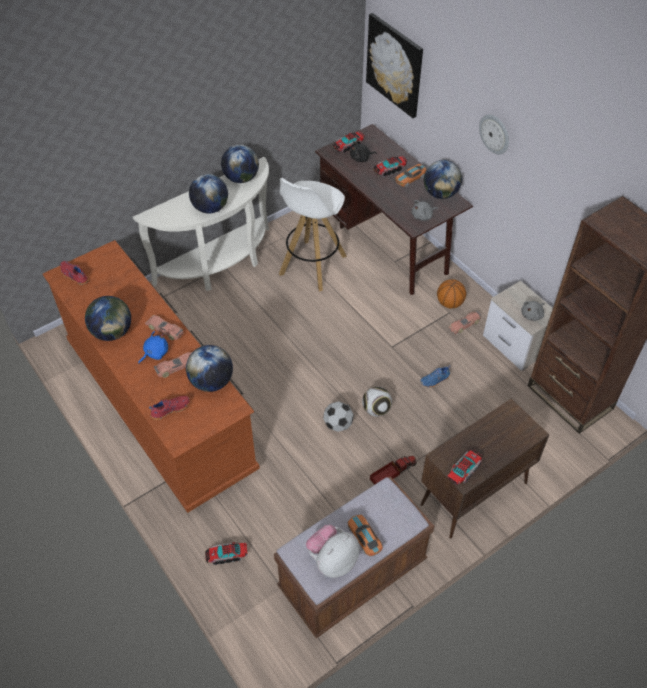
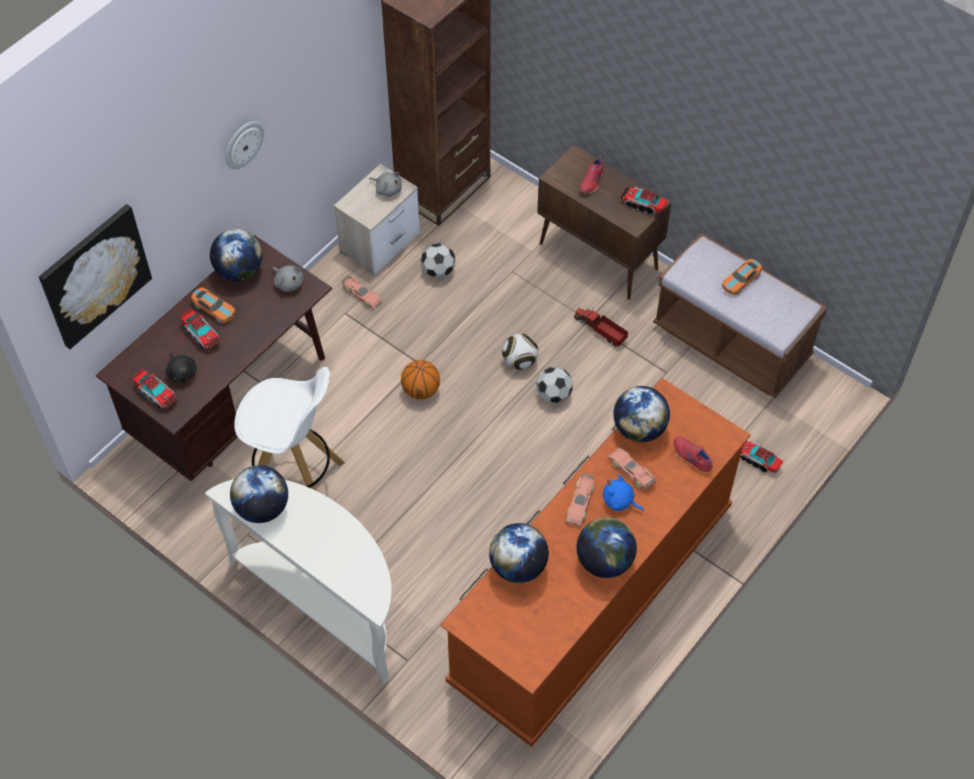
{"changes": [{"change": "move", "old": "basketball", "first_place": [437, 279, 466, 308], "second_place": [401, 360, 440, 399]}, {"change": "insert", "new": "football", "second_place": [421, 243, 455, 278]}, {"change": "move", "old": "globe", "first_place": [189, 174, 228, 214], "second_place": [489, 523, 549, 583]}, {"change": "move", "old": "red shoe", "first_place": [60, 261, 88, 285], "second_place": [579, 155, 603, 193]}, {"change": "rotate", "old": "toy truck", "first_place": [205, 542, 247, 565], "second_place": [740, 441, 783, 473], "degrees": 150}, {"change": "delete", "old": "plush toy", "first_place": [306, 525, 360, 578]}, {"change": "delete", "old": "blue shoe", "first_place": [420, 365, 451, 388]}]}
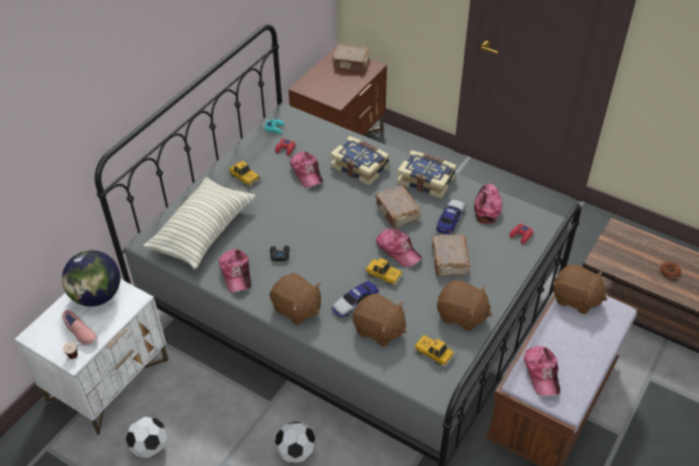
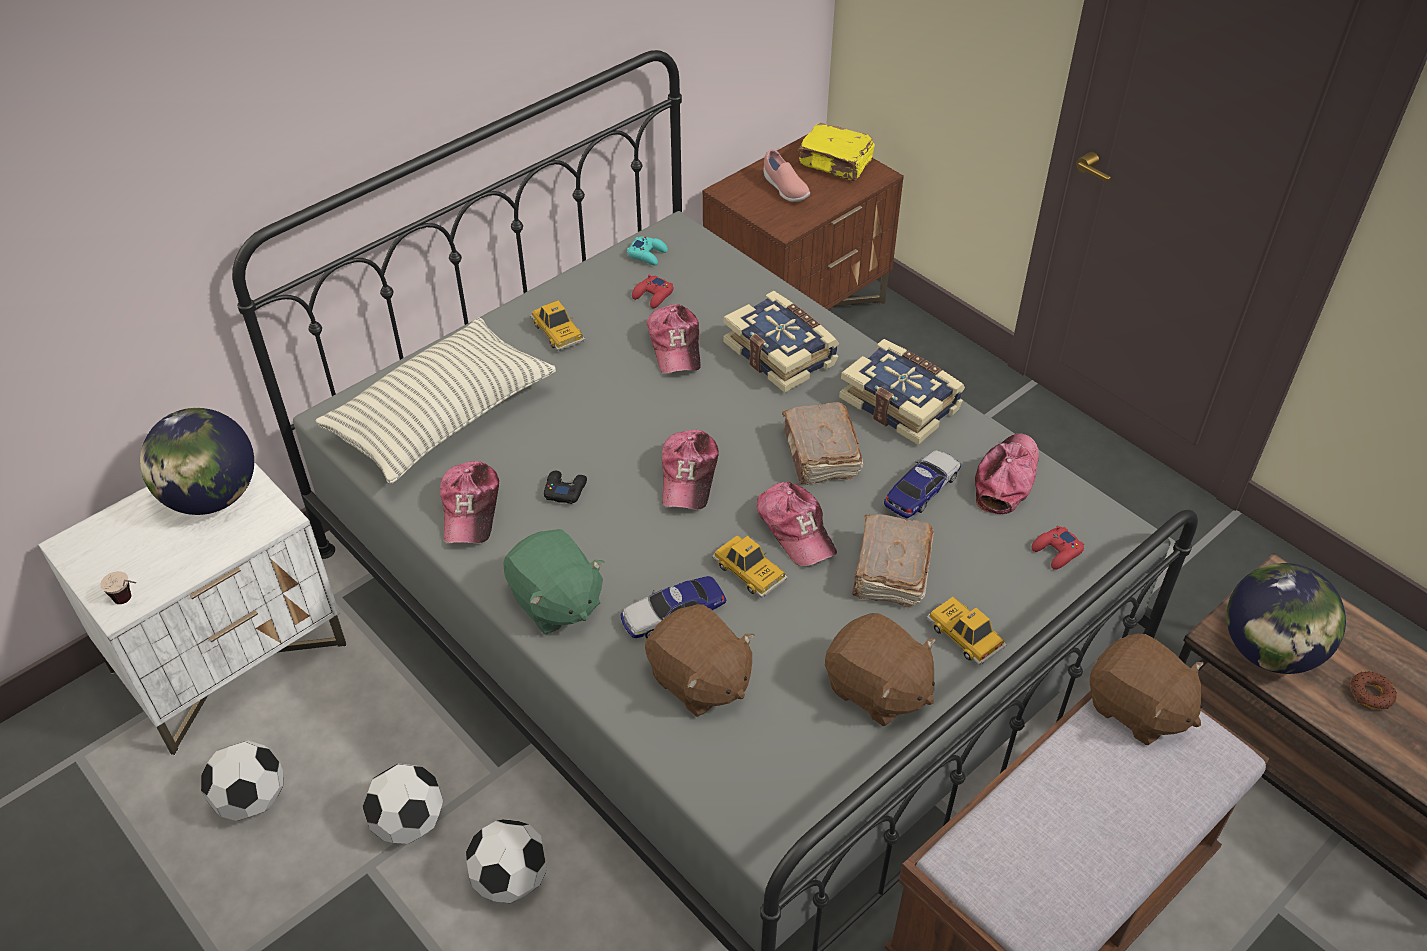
{"changes": [{"change": "insert", "new": "football", "second_place": [362, 764, 443, 844]}, {"change": "recolor", "old": "brown plush toy", "new": "green plush toy", "first_place": [270, 273, 321, 325], "second_place": [503, 529, 604, 635]}, {"change": "move", "old": "cap", "first_place": [524, 346, 560, 396], "second_place": [662, 430, 719, 510]}, {"change": "move", "old": "pink shoe", "first_place": [62, 310, 98, 346], "second_place": [764, 149, 810, 202]}, {"change": "recolor", "old": "brown book", "new": "yellow book", "first_place": [332, 44, 369, 72], "second_place": [798, 123, 875, 181]}, {"change": "move", "old": "toy car", "first_place": [413, 335, 455, 367], "second_place": [926, 597, 1006, 665]}, {"change": "insert", "new": "globe", "second_place": [1227, 563, 1346, 674]}]}
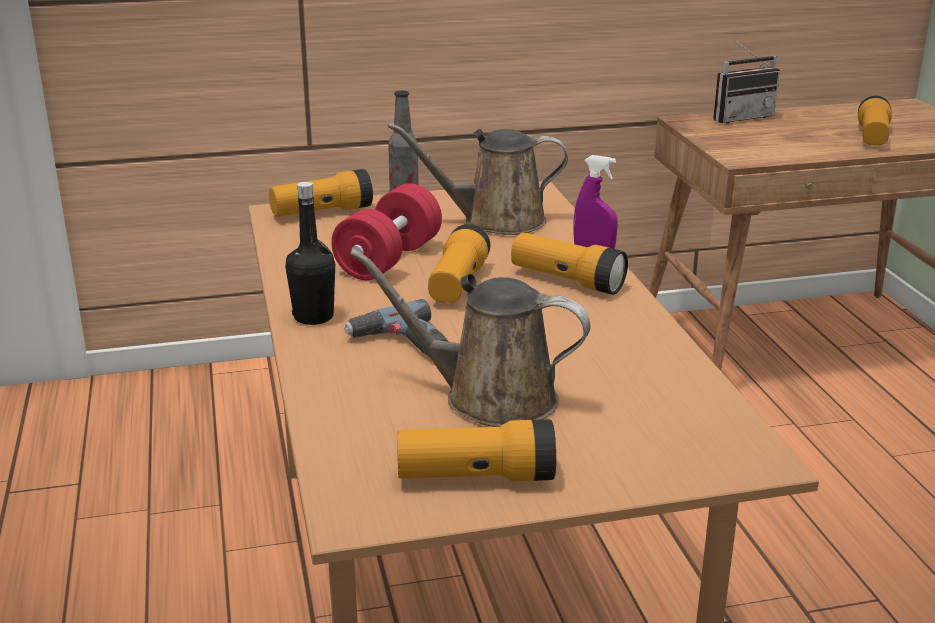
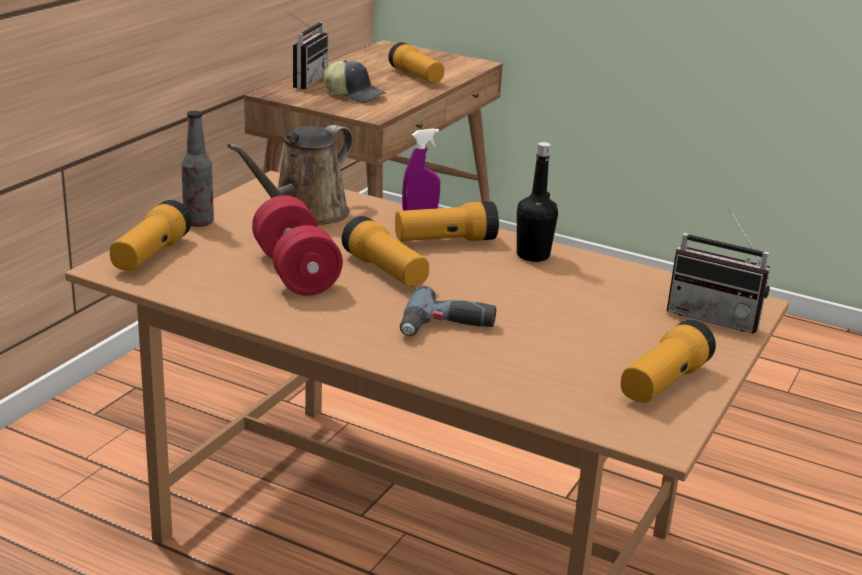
{"changes": [{"change": "insert", "new": "cap", "second_place": [324, 60, 386, 103]}, {"change": "move", "old": "black bottle", "first_place": [285, 182, 335, 325], "second_place": [517, 142, 558, 262]}, {"change": "insert", "new": "radio", "second_place": [667, 208, 770, 334]}, {"change": "delete", "old": "brown watering can", "first_place": [350, 249, 591, 427]}]}
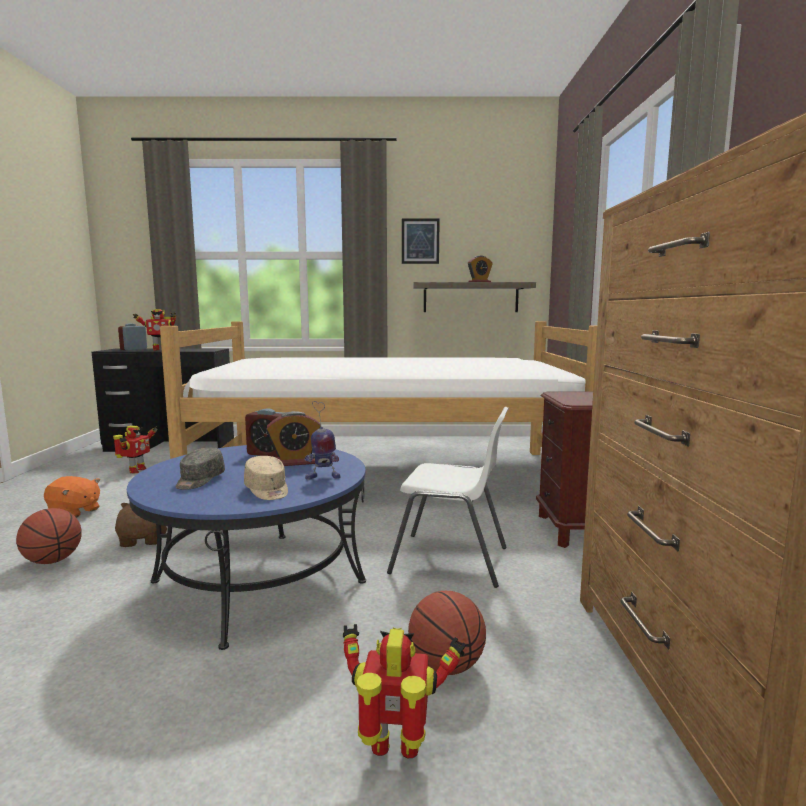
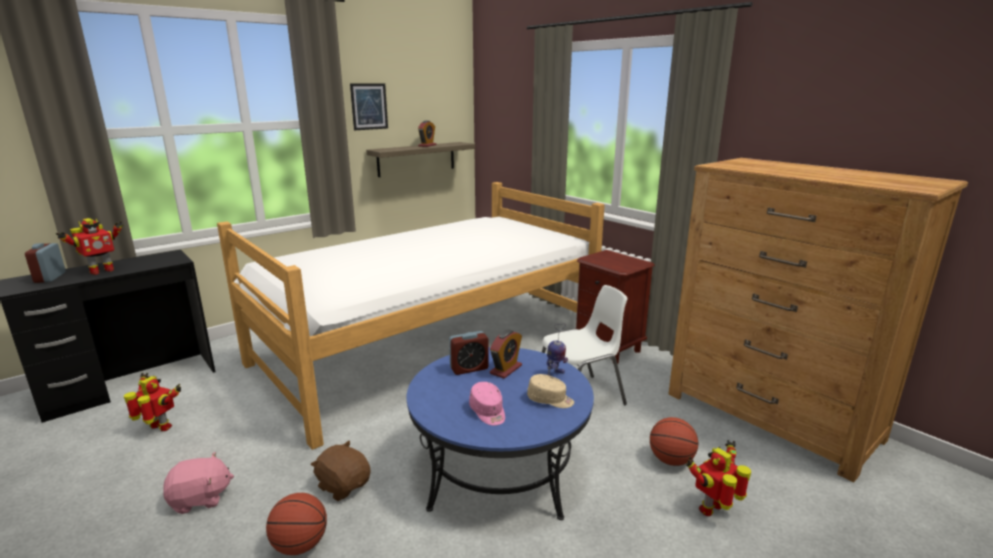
{"changes": [{"change": "rotate", "old": "toy robot", "first_place": [113, 426, 157, 473], "second_place": [124, 373, 181, 431], "degrees": -45}, {"change": "recolor", "old": "orange plush toy", "new": "pink plush toy", "first_place": [44, 476, 100, 518], "second_place": [163, 452, 234, 514]}, {"change": "recolor", "old": "grey cap", "new": "pink cap", "first_place": [175, 447, 225, 490], "second_place": [469, 382, 505, 426]}]}
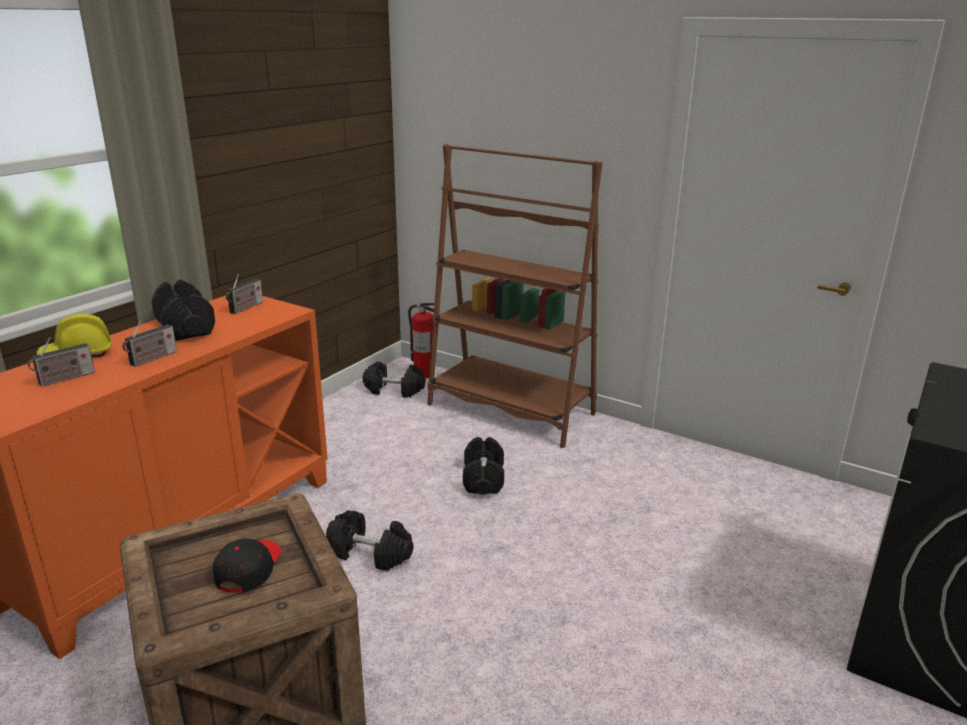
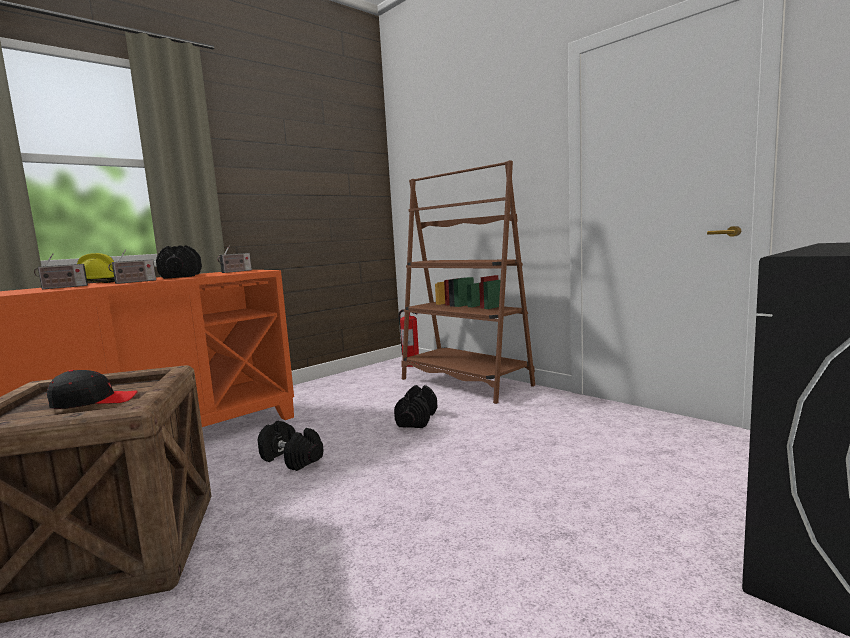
{"changes": [{"change": "rotate", "old": "black cap", "first_place": [213, 538, 281, 593], "second_place": [47, 370, 138, 409], "degrees": 45}, {"change": "delete", "old": "black dumbbell", "first_place": [363, 361, 425, 398]}]}
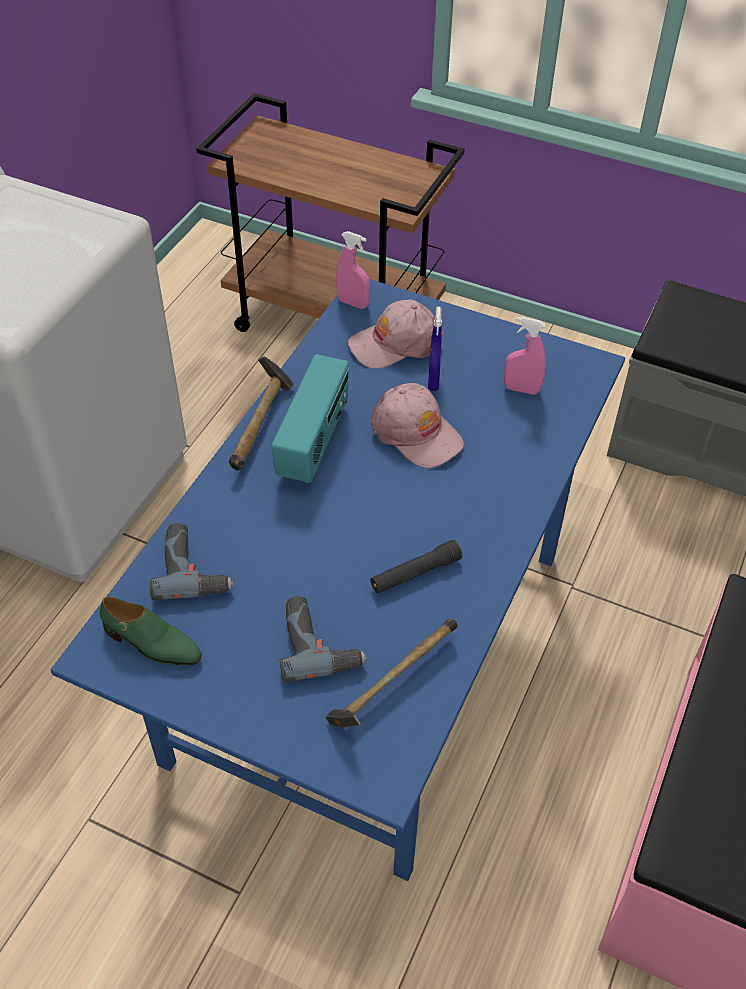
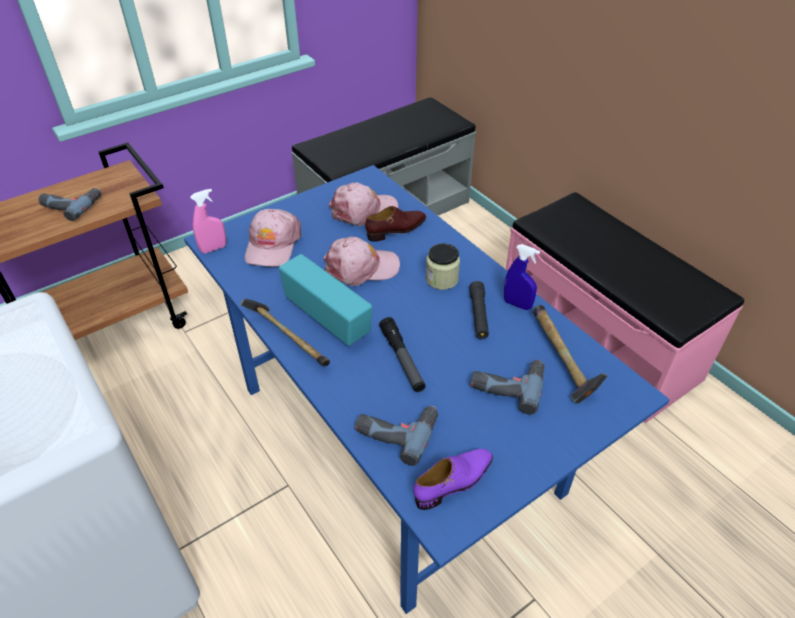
{"changes": [{"change": "insert", "new": "power drill", "second_place": [38, 188, 101, 221]}, {"change": "replace", "old": "pink spray bottle", "new": "pink cap", "first_place": [504, 317, 546, 395], "second_place": [329, 182, 398, 226]}, {"change": "insert", "new": "brown shoe", "second_place": [365, 206, 426, 242]}, {"change": "insert", "new": "flashlight", "second_place": [379, 317, 425, 392]}, {"change": "recolor", "old": "green shoe", "new": "purple shoe", "first_place": [99, 596, 202, 665], "second_place": [413, 449, 493, 510]}, {"change": "insert", "new": "jar", "second_place": [426, 243, 460, 290]}, {"change": "move", "old": "blue spray bottle", "first_place": [428, 307, 442, 391], "second_place": [504, 244, 540, 310]}]}
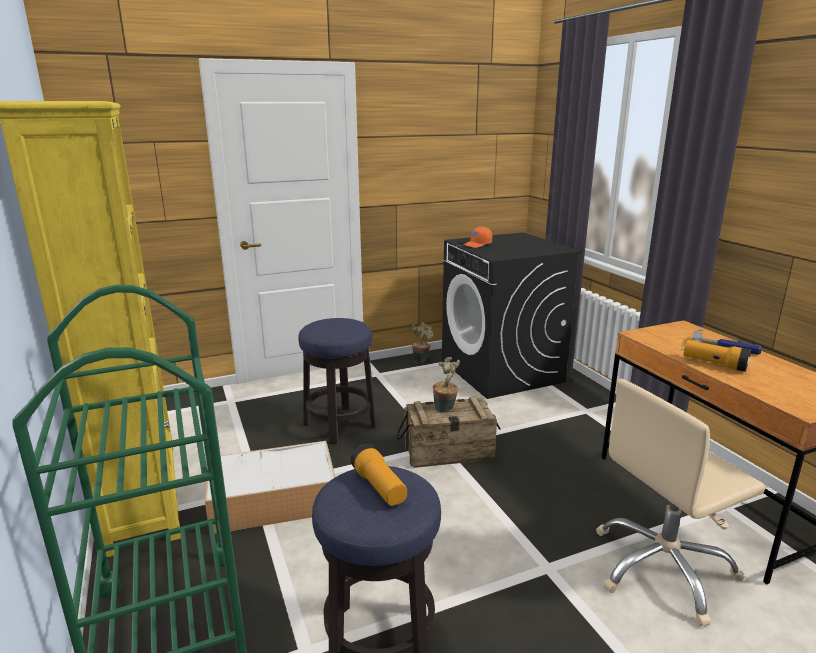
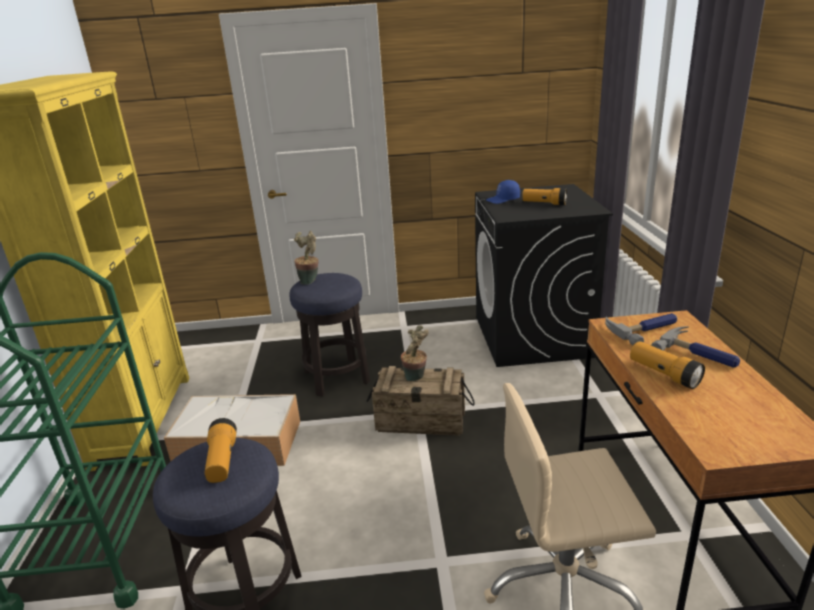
{"changes": [{"change": "move", "old": "potted plant", "first_place": [412, 322, 433, 364], "second_place": [294, 230, 319, 285]}, {"change": "recolor", "old": "orange cap", "new": "blue cap", "first_place": [463, 226, 492, 248], "second_place": [486, 180, 520, 204]}, {"change": "insert", "new": "flashlight", "second_place": [522, 188, 567, 205]}, {"change": "insert", "new": "hammer", "second_place": [605, 313, 677, 345]}]}
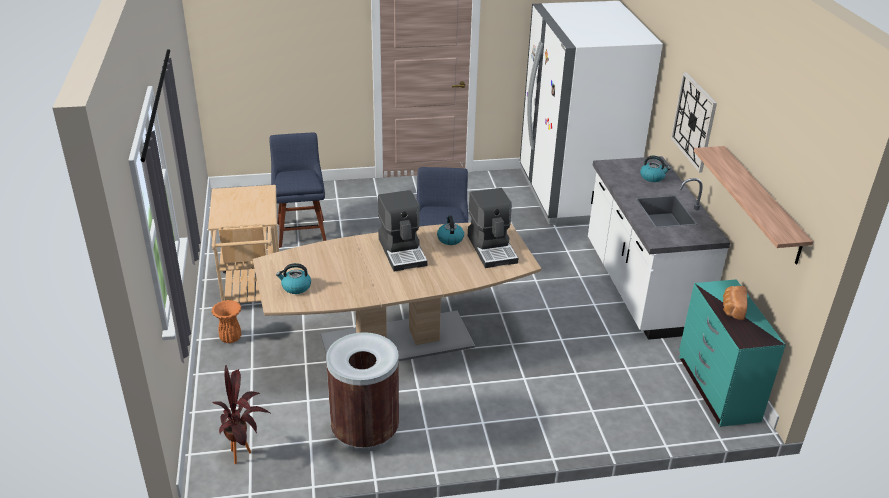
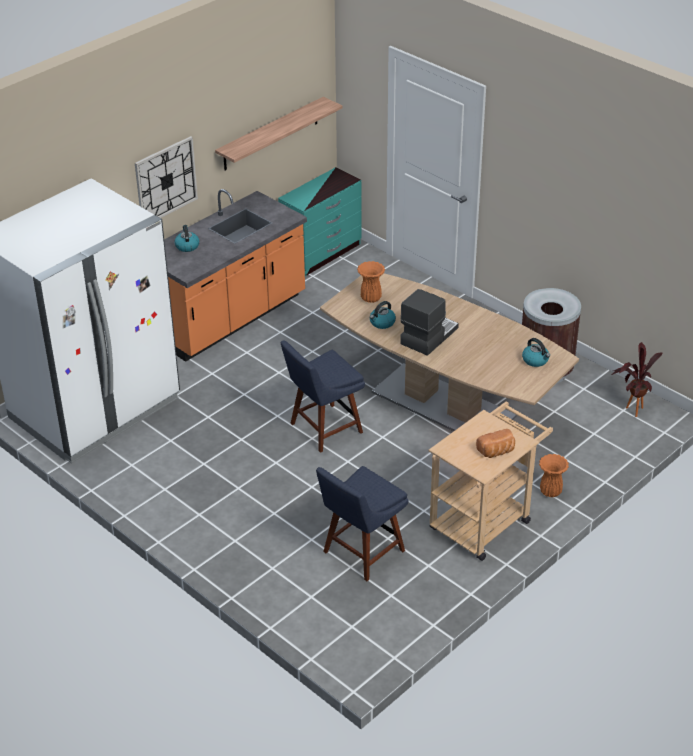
{"changes": [{"change": "recolor", "old": "white counter", "new": "orange counter", "first_place": [588, 156, 730, 340], "second_place": [164, 189, 307, 362]}, {"change": "replace", "old": "coffee machine", "new": "orange vase", "first_place": [468, 188, 518, 268], "second_place": [357, 261, 385, 303]}, {"change": "move", "old": "bread", "first_place": [723, 286, 747, 320], "second_place": [476, 429, 515, 458]}]}
